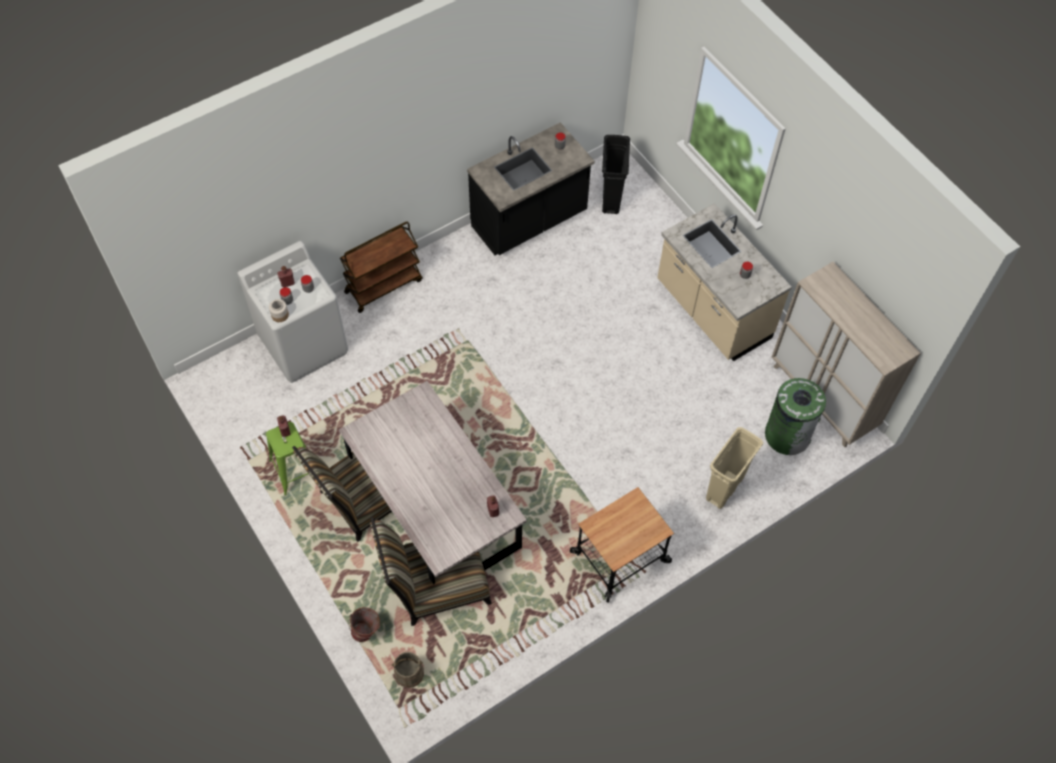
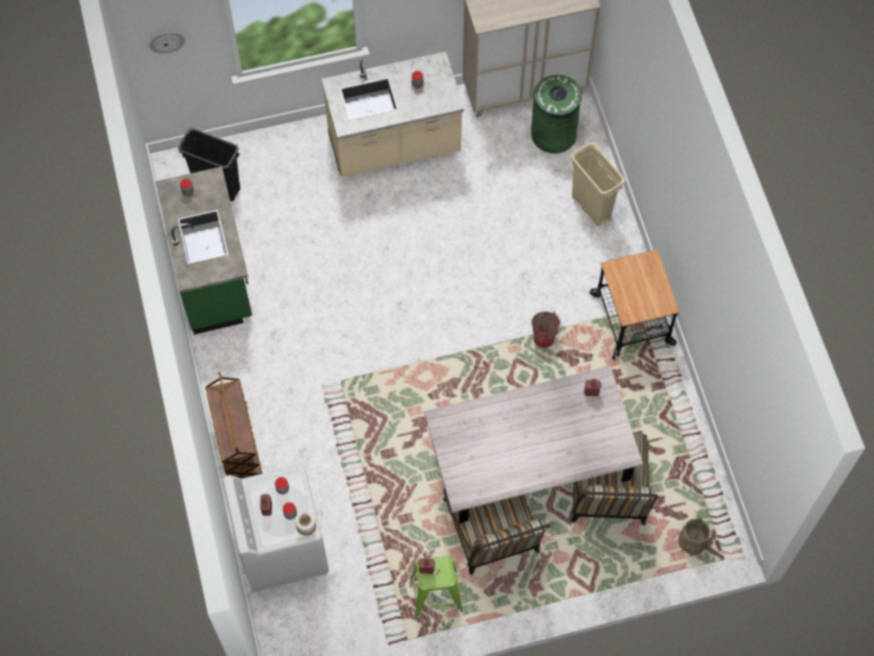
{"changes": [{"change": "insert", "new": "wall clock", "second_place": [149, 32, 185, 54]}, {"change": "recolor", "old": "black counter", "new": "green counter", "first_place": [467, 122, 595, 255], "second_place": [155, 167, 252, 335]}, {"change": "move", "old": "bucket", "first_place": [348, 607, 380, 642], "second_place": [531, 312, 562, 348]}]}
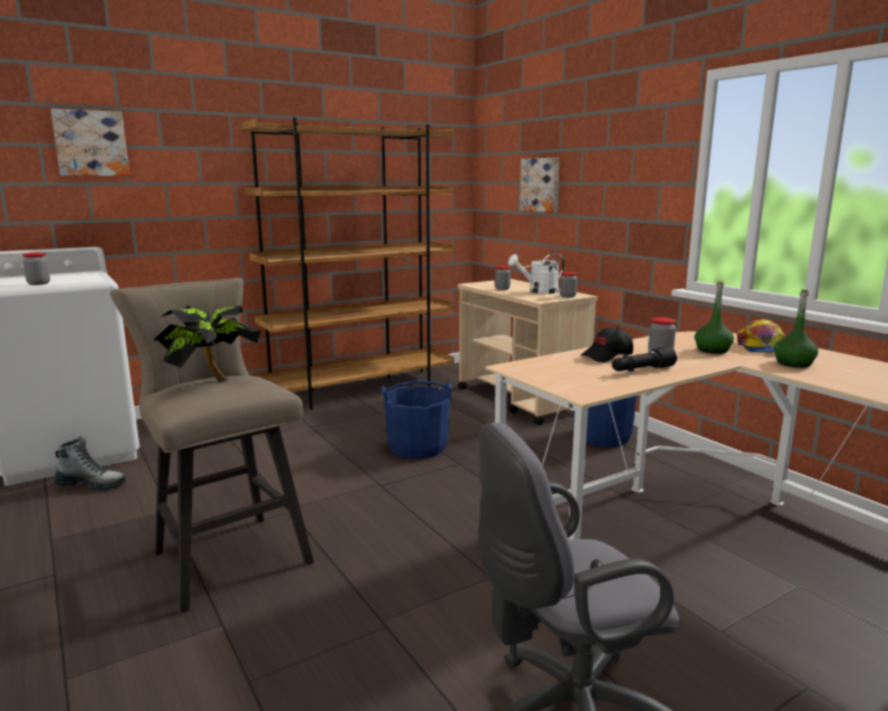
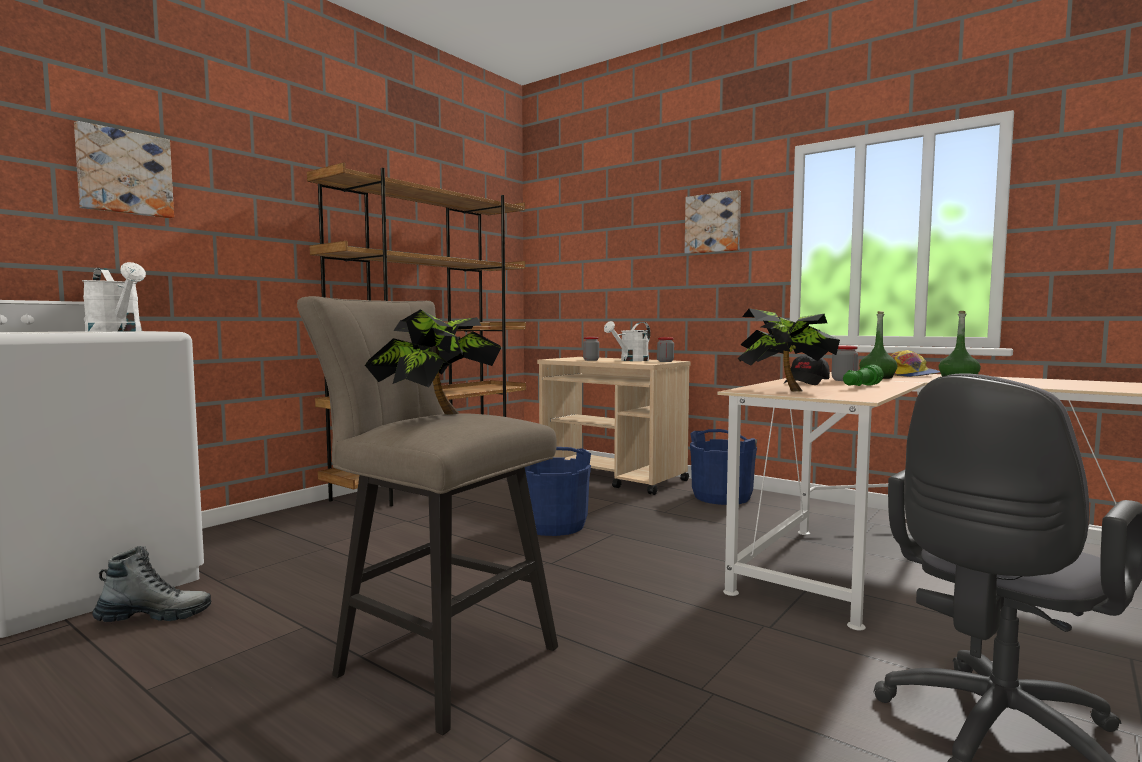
{"changes": [{"change": "insert", "new": "white watering can", "second_place": [82, 262, 146, 332]}, {"change": "move", "old": "picture", "first_place": [520, 158, 559, 213], "second_place": [685, 190, 741, 254]}, {"change": "insert", "new": "potted plant", "second_place": [738, 308, 840, 392]}, {"change": "recolor", "old": "black flashlight", "new": "green flashlight", "first_place": [612, 346, 677, 372], "second_place": [843, 365, 884, 386]}, {"change": "delete", "old": "jar", "first_place": [23, 253, 50, 285]}]}
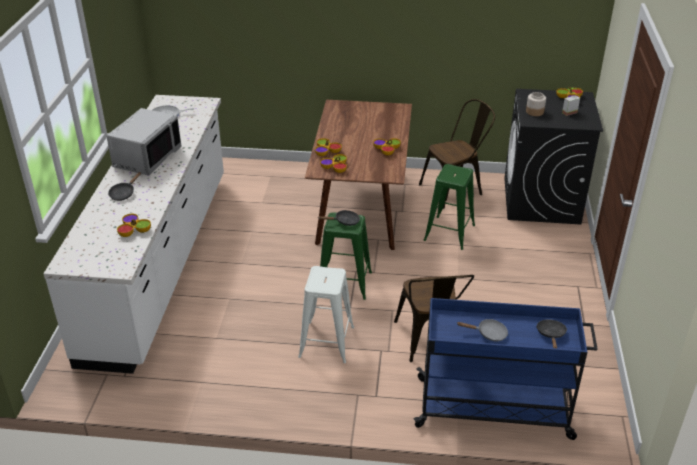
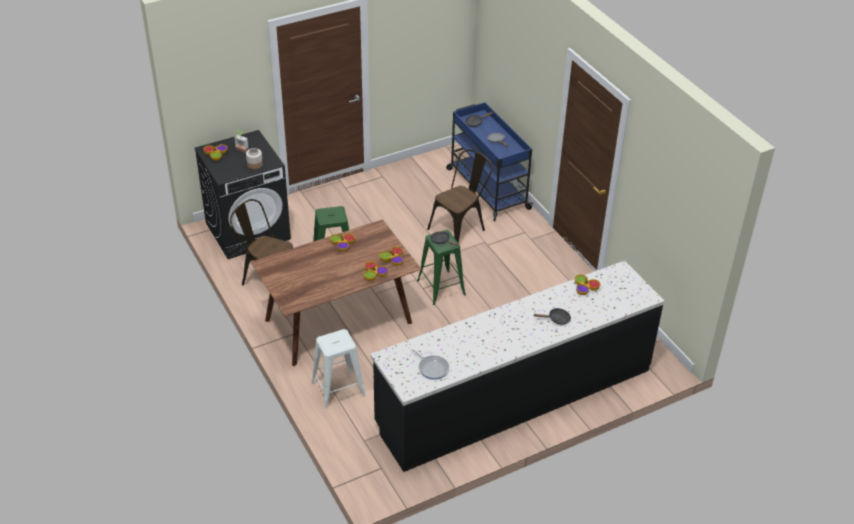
{"changes": [{"change": "move", "old": "white stool", "first_place": [298, 266, 354, 363], "second_place": [311, 329, 366, 410]}, {"change": "recolor", "old": "white counter", "new": "black counter", "first_place": [43, 95, 224, 374], "second_place": [370, 260, 665, 472]}, {"change": "delete", "old": "grey microwave", "first_place": [106, 108, 182, 176]}]}
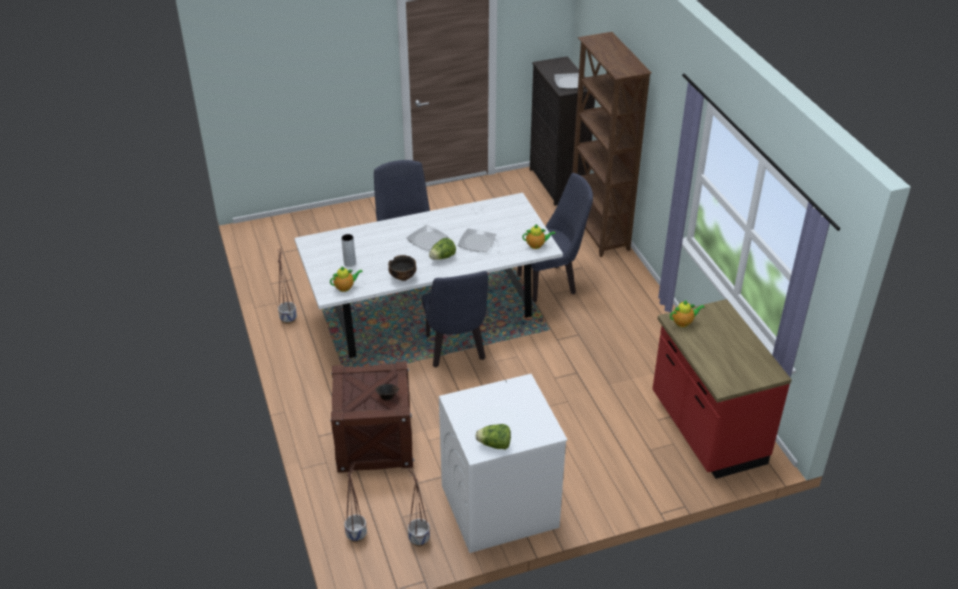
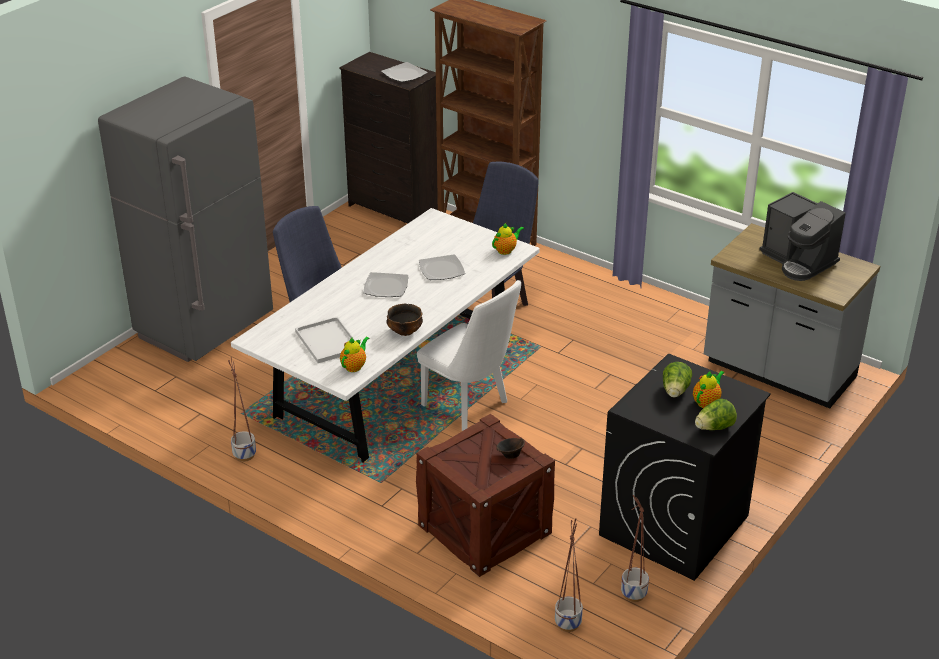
{"changes": [{"change": "insert", "new": "grey fridge", "second_place": [98, 76, 273, 362]}, {"change": "replace", "old": "grey vase", "new": "white tray", "first_place": [341, 234, 356, 267], "second_place": [295, 317, 356, 363]}, {"change": "recolor", "old": "blue chair", "new": "white chair", "first_place": [422, 271, 488, 368], "second_place": [417, 280, 521, 431]}, {"change": "recolor", "old": "white washing machine", "new": "black washing machine", "first_place": [439, 374, 568, 553], "second_place": [599, 354, 771, 581]}, {"change": "move", "old": "lettuce", "first_place": [429, 238, 456, 260], "second_place": [663, 362, 692, 397]}, {"change": "move", "old": "teapot", "first_place": [670, 300, 705, 327], "second_place": [693, 371, 725, 408]}, {"change": "recolor", "old": "red counter", "new": "grey counter", "first_place": [652, 299, 792, 479], "second_place": [704, 223, 880, 408]}, {"change": "insert", "new": "coffee machine", "second_place": [760, 192, 846, 281]}]}
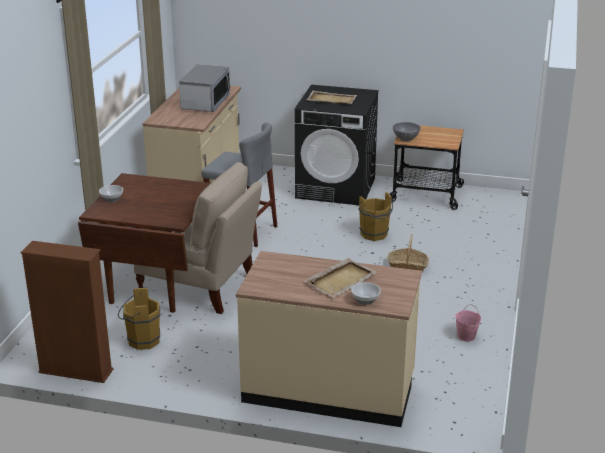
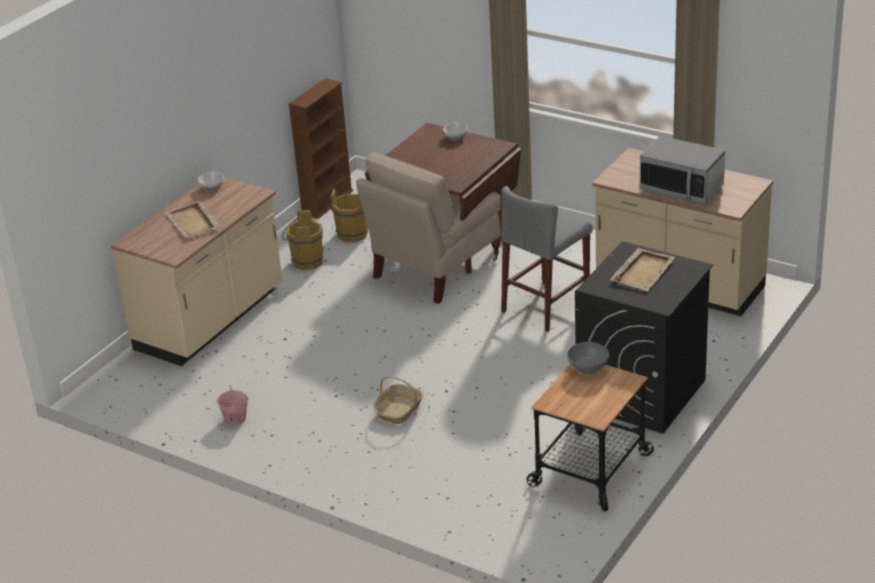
{"changes": [{"change": "move", "old": "bowl", "first_place": [351, 282, 381, 305], "second_place": [198, 172, 224, 191]}, {"change": "move", "old": "brown bucket", "first_place": [358, 192, 393, 241], "second_place": [282, 210, 323, 270]}]}
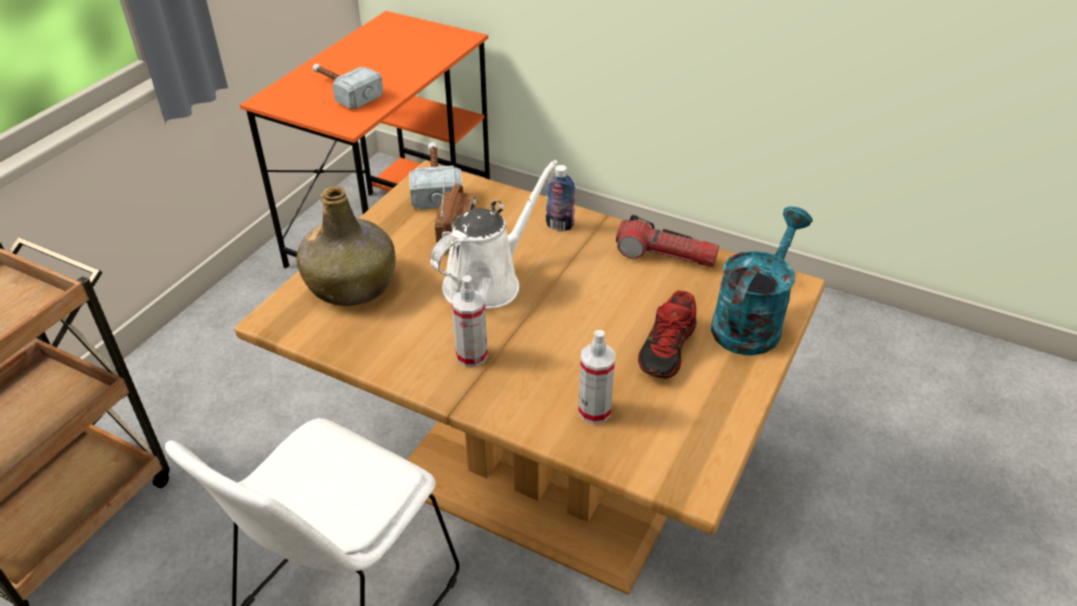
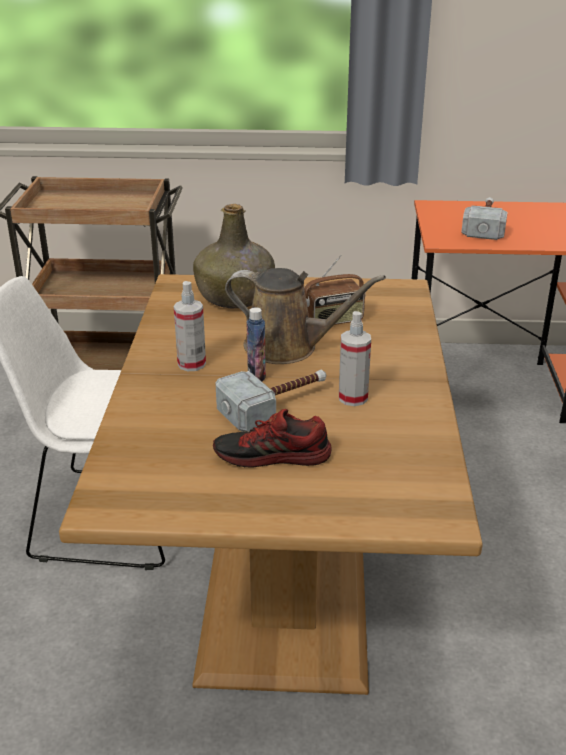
{"changes": [{"change": "move", "old": "hammer", "first_place": [409, 142, 462, 209], "second_place": [215, 370, 326, 432]}, {"change": "recolor", "old": "white watering can", "new": "brown watering can", "first_place": [430, 160, 558, 309], "second_place": [225, 268, 386, 364]}, {"change": "move", "old": "bottle", "first_place": [546, 165, 576, 231], "second_place": [247, 307, 266, 382]}, {"change": "move", "old": "spray bottle", "first_place": [578, 330, 615, 424], "second_place": [339, 311, 371, 406]}, {"change": "delete", "old": "flashlight", "first_place": [616, 215, 719, 267]}, {"change": "delete", "old": "turquoise watering can", "first_place": [711, 206, 813, 355]}]}
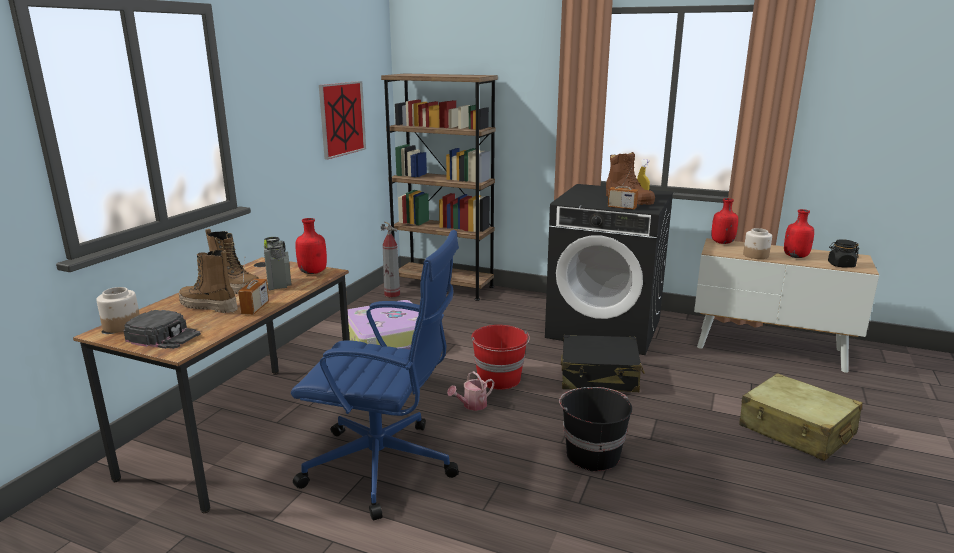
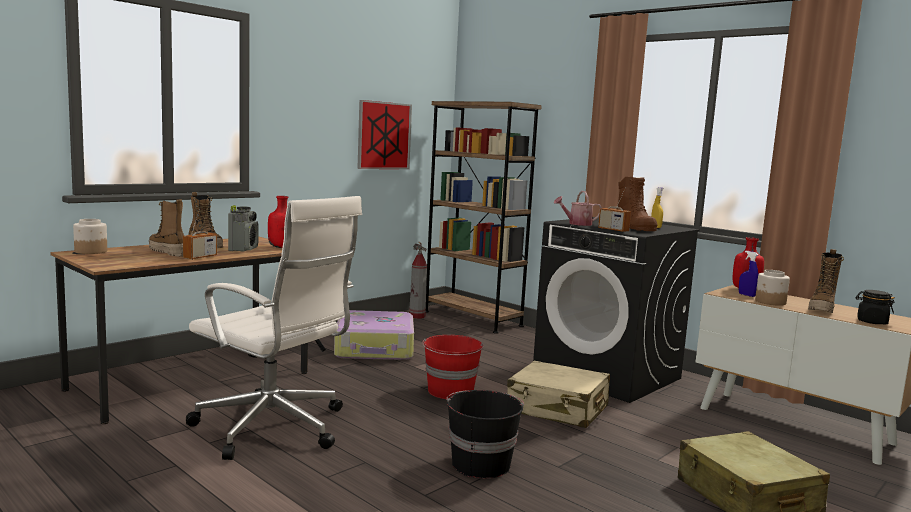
{"changes": [{"change": "recolor", "old": "blue office chair", "new": "white office chair", "first_place": [291, 230, 459, 520], "second_place": [186, 196, 362, 460]}, {"change": "recolor", "old": "black suitcase", "new": "beige suitcase", "first_place": [561, 335, 645, 392], "second_place": [507, 361, 610, 428]}, {"change": "move", "old": "watering can", "first_place": [447, 371, 494, 411], "second_place": [554, 191, 602, 226]}, {"change": "insert", "new": "blue spray bottle", "second_place": [739, 251, 758, 297]}, {"change": "replace", "old": "red bottle", "new": "boot", "first_place": [784, 209, 814, 258], "second_place": [808, 249, 844, 313]}, {"change": "delete", "old": "black cap", "first_place": [124, 310, 201, 349]}]}
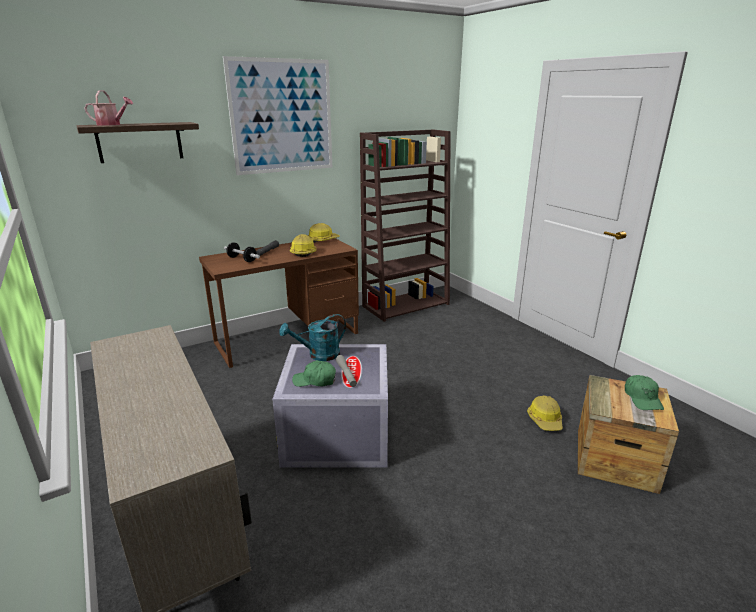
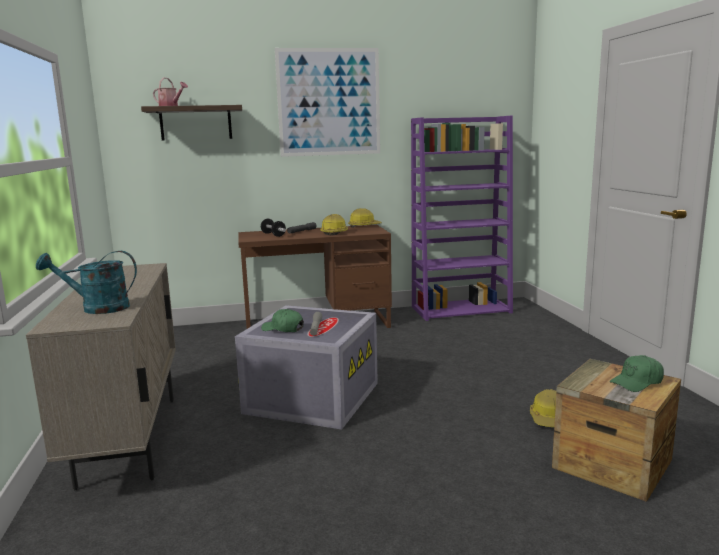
{"changes": [{"change": "move", "old": "turquoise watering can", "first_place": [279, 314, 346, 361], "second_place": [36, 251, 137, 314]}, {"change": "recolor", "old": "brown bookcase", "new": "purple bookcase", "first_place": [360, 129, 451, 322], "second_place": [411, 116, 513, 321]}, {"change": "rotate", "old": "green cap", "first_place": [625, 375, 664, 410], "second_place": [610, 355, 664, 392], "degrees": 45}]}
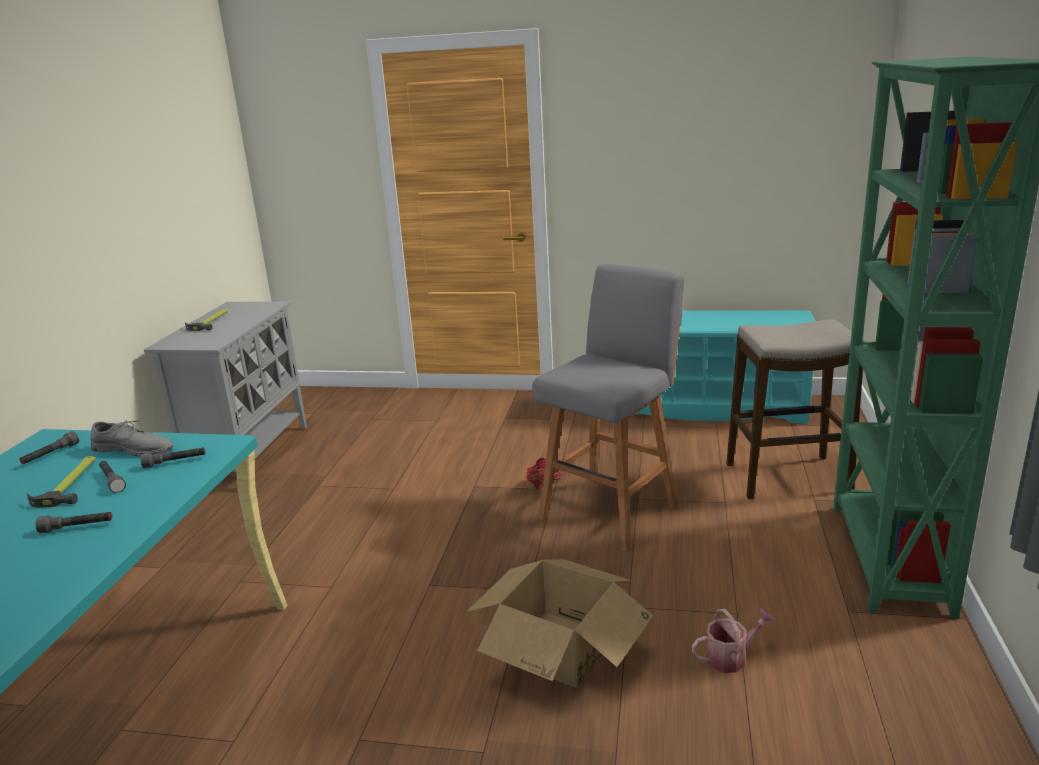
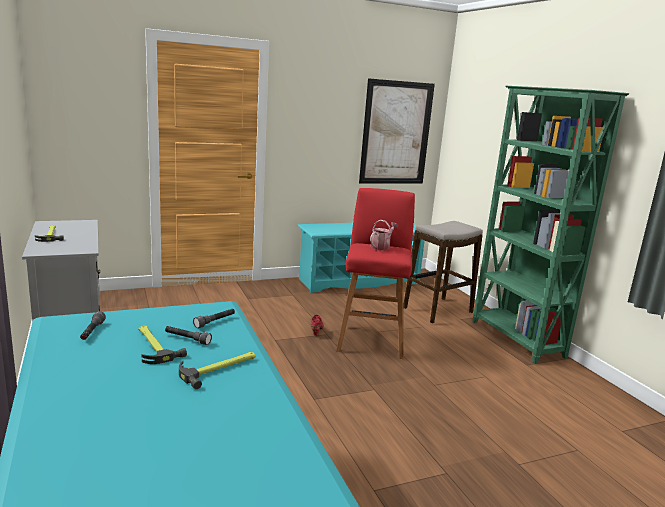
{"changes": [{"change": "replace", "old": "grey flashlight", "new": "hammer", "first_place": [36, 512, 112, 533], "second_place": [179, 352, 255, 389]}, {"change": "recolor", "old": "grey stool", "new": "red stool", "first_place": [532, 264, 684, 552], "second_place": [336, 188, 415, 359]}, {"change": "insert", "new": "picture", "second_place": [359, 78, 435, 184]}, {"change": "move", "old": "watering can", "first_place": [692, 608, 775, 673], "second_place": [370, 220, 398, 251]}, {"change": "delete", "old": "grey shoe", "first_place": [90, 420, 174, 457]}, {"change": "delete", "old": "cardboard box", "first_place": [467, 559, 653, 688]}]}
